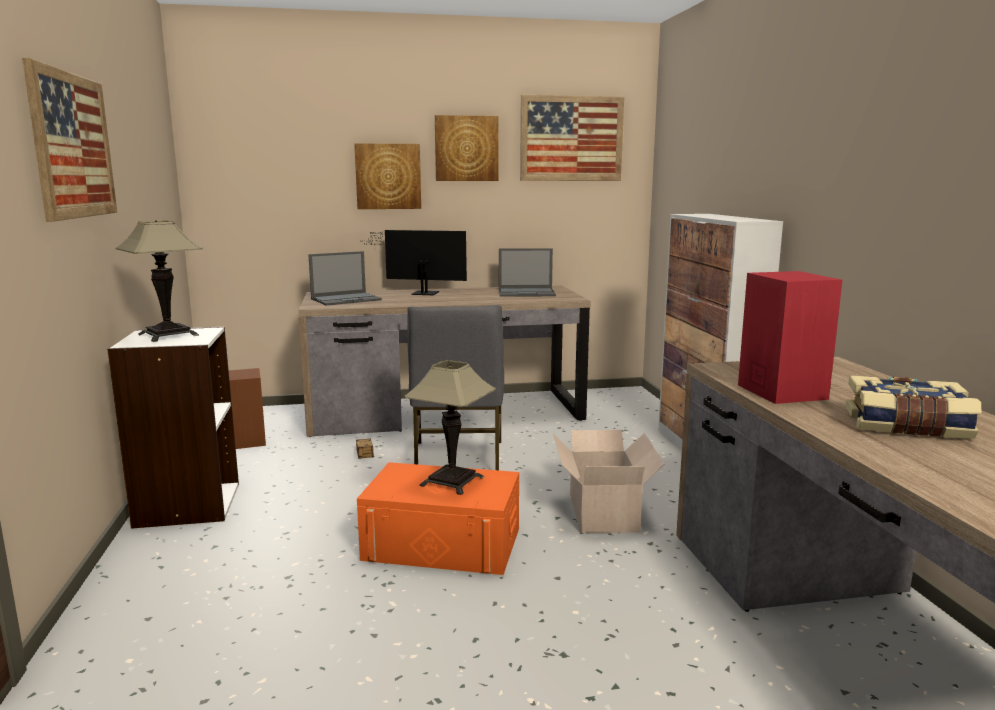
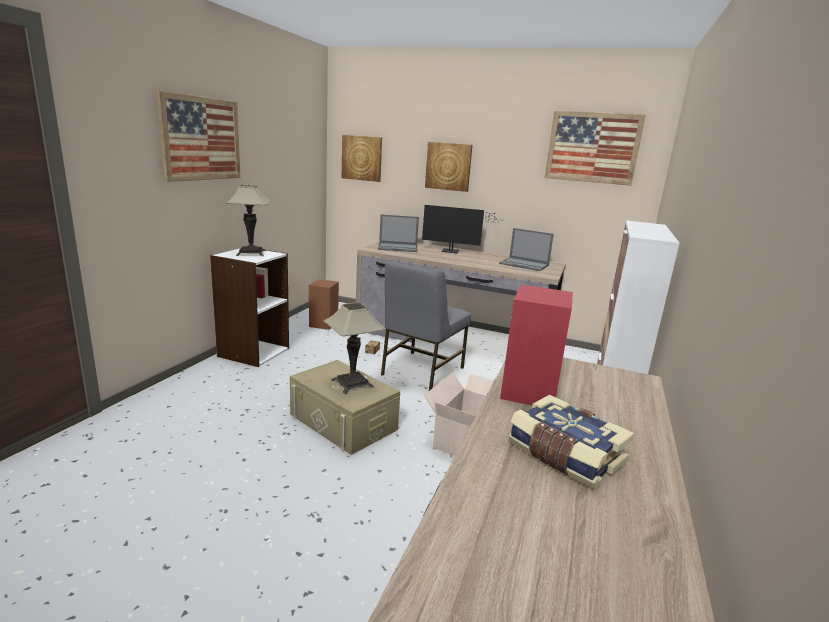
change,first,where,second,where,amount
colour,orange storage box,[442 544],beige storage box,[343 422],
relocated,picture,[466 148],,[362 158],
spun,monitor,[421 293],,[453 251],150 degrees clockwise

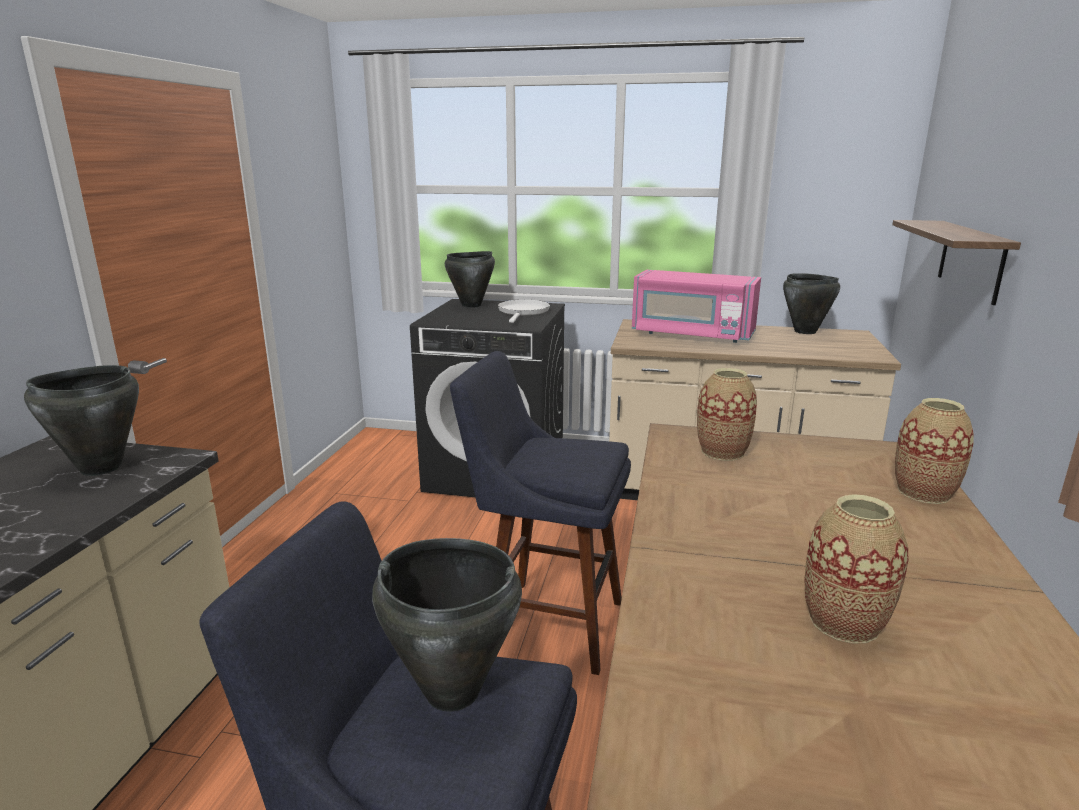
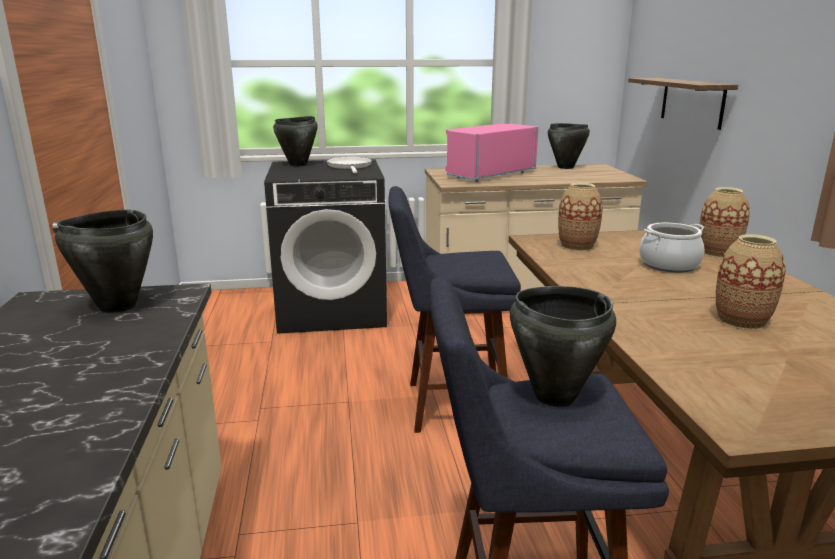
change,first,where,second,where,amount
spun,pink microwave,[691 334],,[490 174],135 degrees clockwise
appeared,,,cooking pot,[668 265],

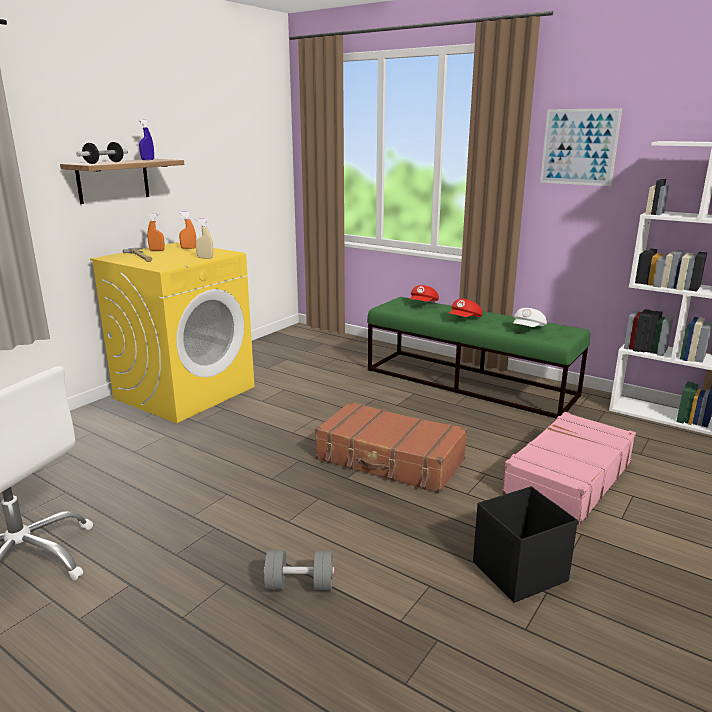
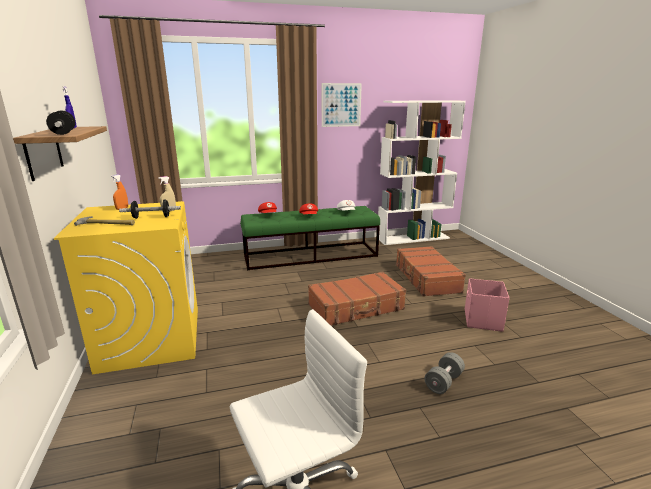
change,first,where,second,where,amount
appeared,,,dumbbell,[151 217],
colour,pink suitcase,[567 479],brown suitcase,[426 278],
colour,black storage box,[518 572],pink storage box,[482 320],
missing,orange spray bottle,[157 250],,,

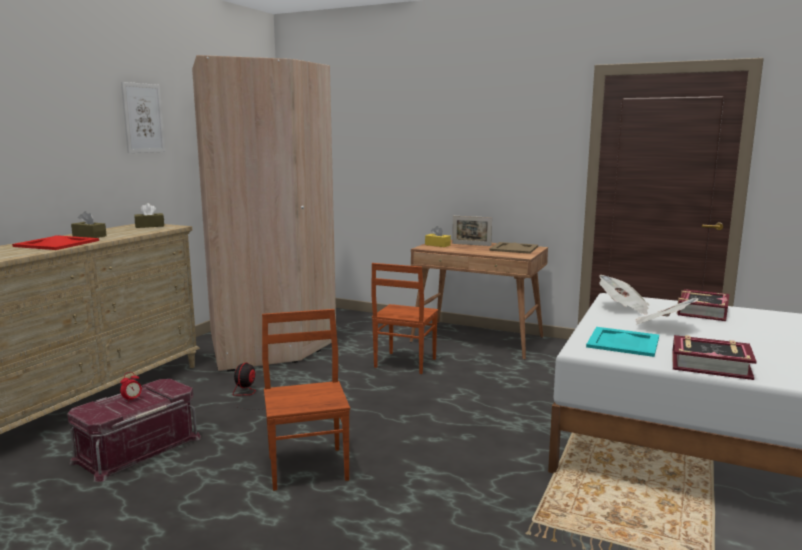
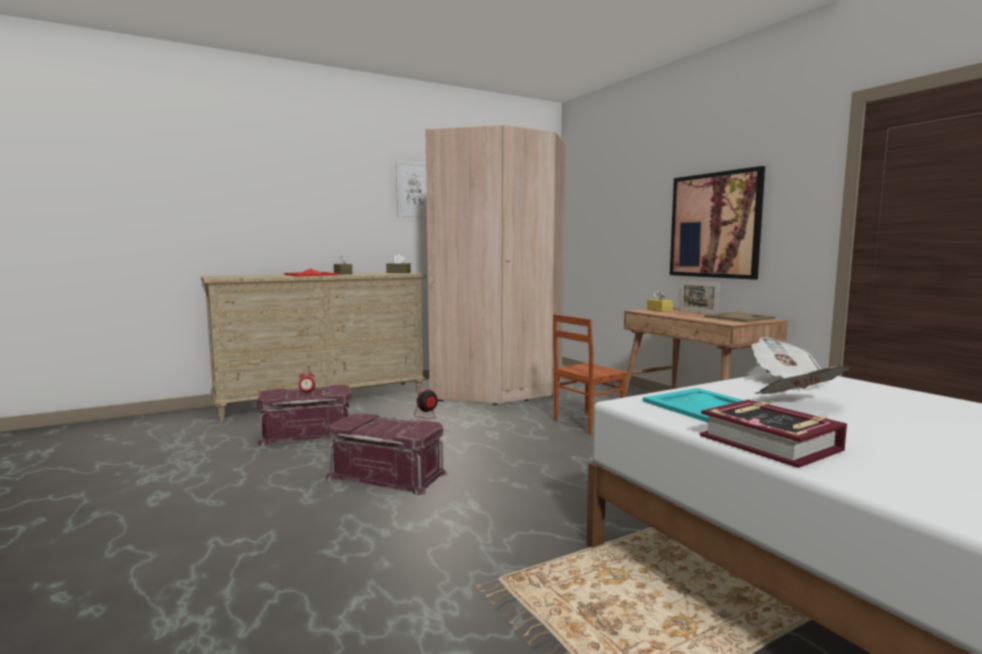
change,first,where,second,where,amount
exchanged,brown chair,[309 467],red storage box,[388 475],
appeared,,,picture,[714 225],
missing,book,[702 311],,,

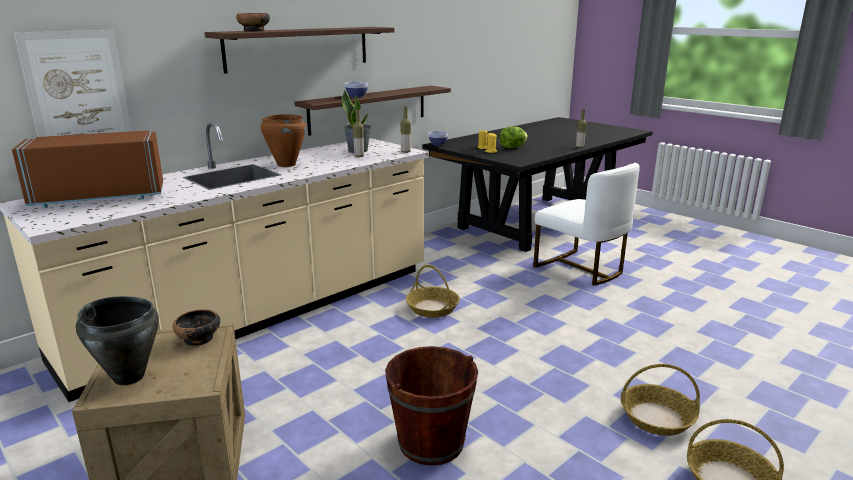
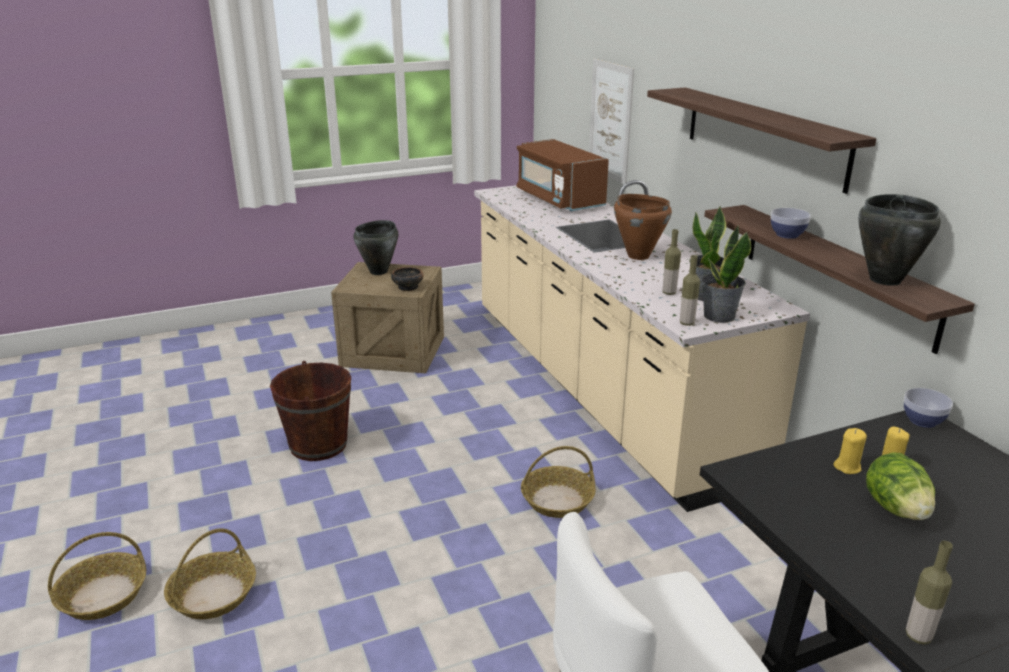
change,first,where,second,where,amount
spun,brown microwave,[100 196],,[559 199],150 degrees clockwise
appeared,,,potted plant,[718 316],
appeared,,,black cooking pot,[884 280],
missing,bowl,[254 31],,,

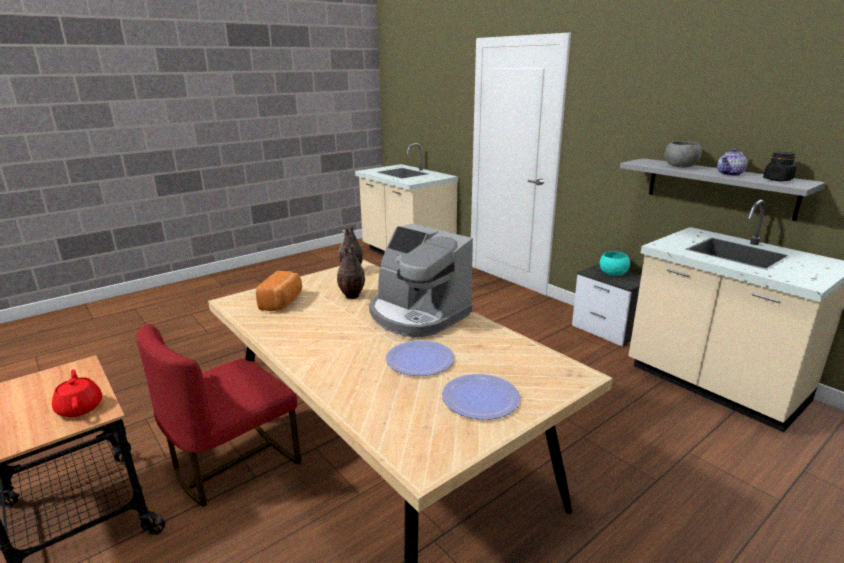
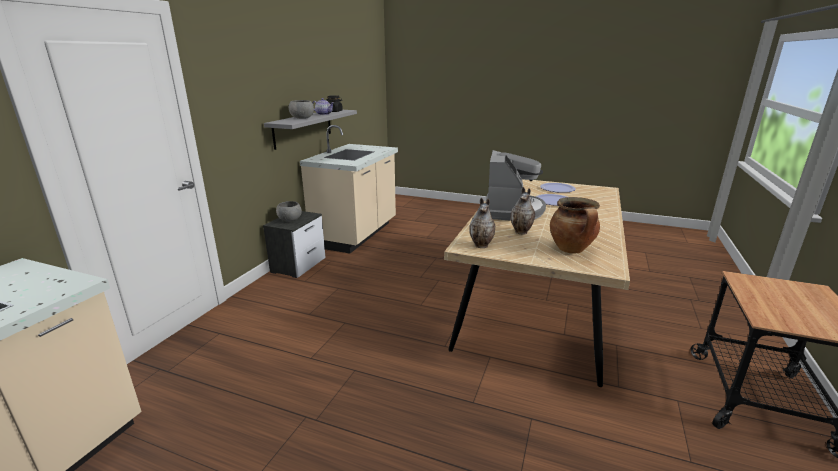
change,first,where,second,where,amount
colour,turquoise bowl,[613 273],grey bowl,[289 219],
exchanged,bread,[283 302],cooking pot,[572 250],
missing,red teapot,[80 407],,,
missing,red chair,[234 463],,,

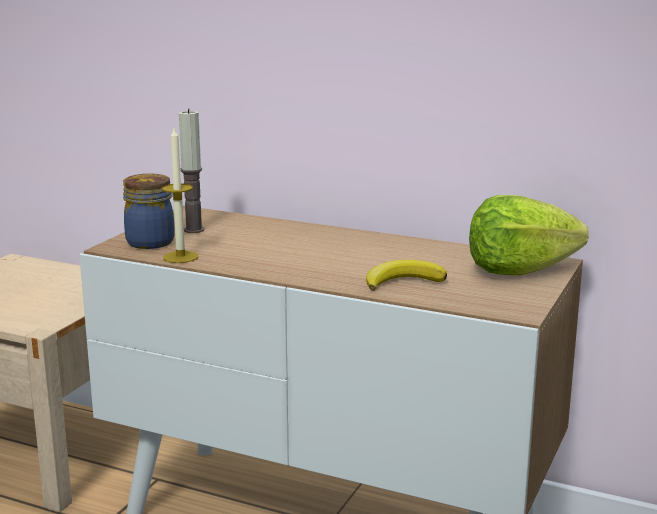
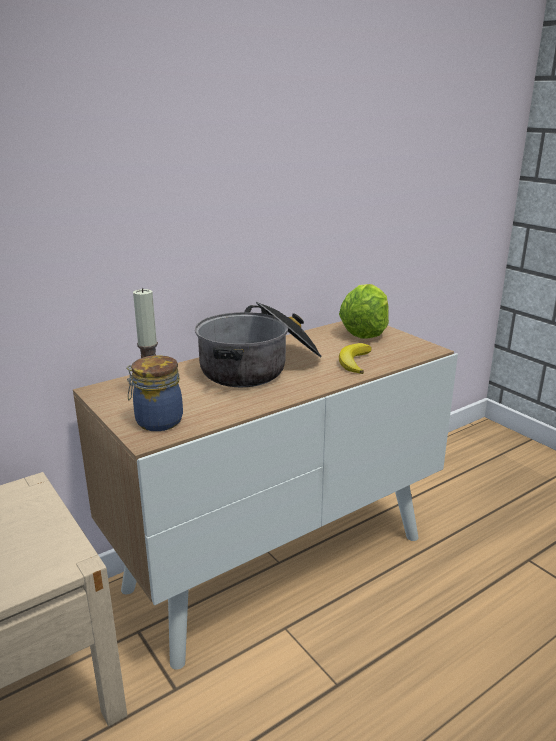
change,first,where,second,where,amount
appeared,,,cooking pot,[260 367],
missing,candle,[180 257],,,

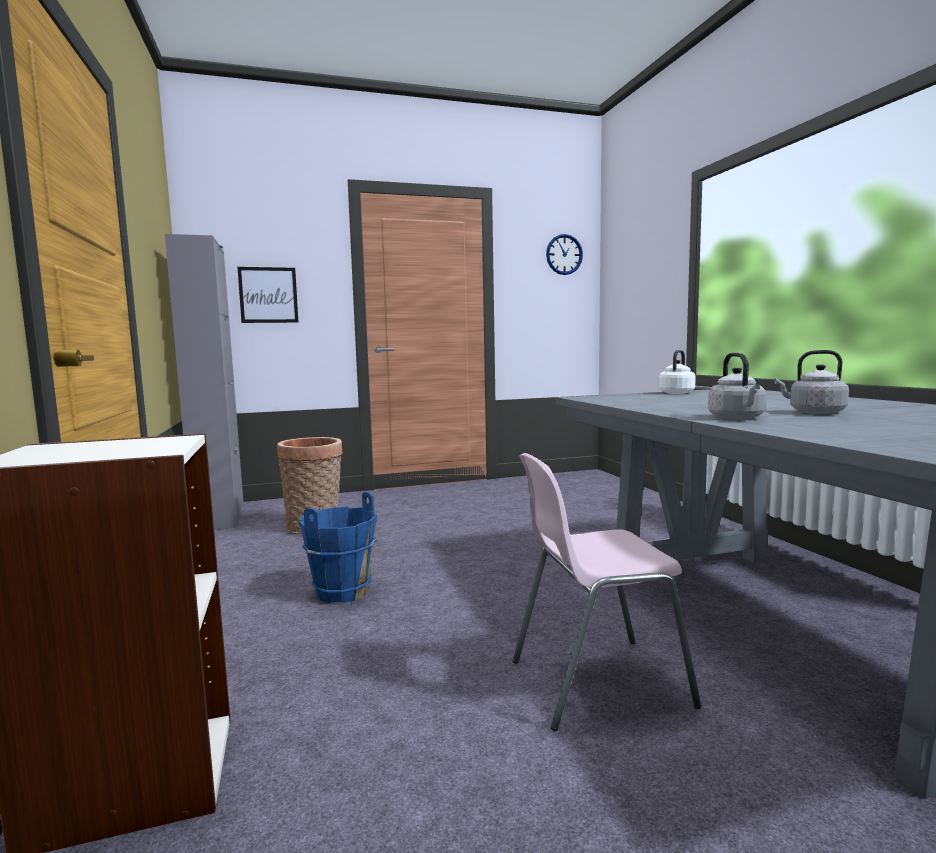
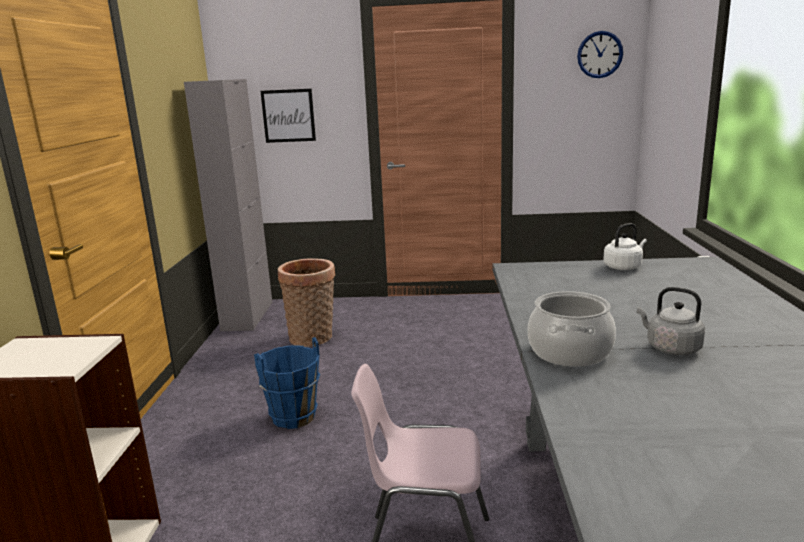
change,first,where,second,where,amount
exchanged,grey kettle,[737 418],cooking pot,[570 352],

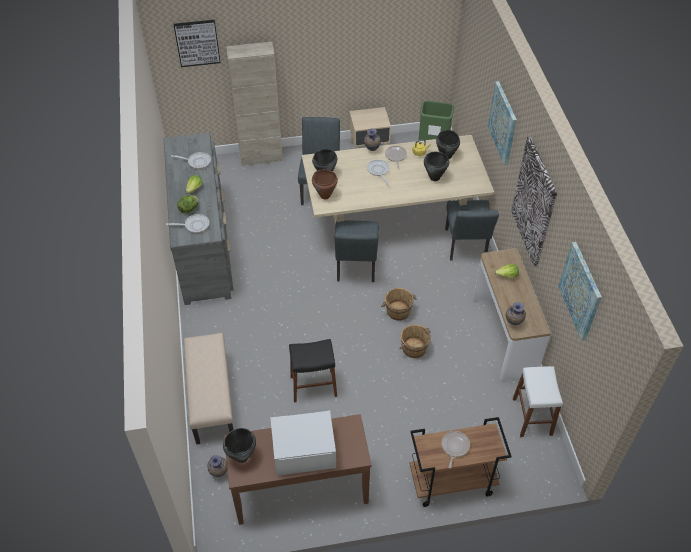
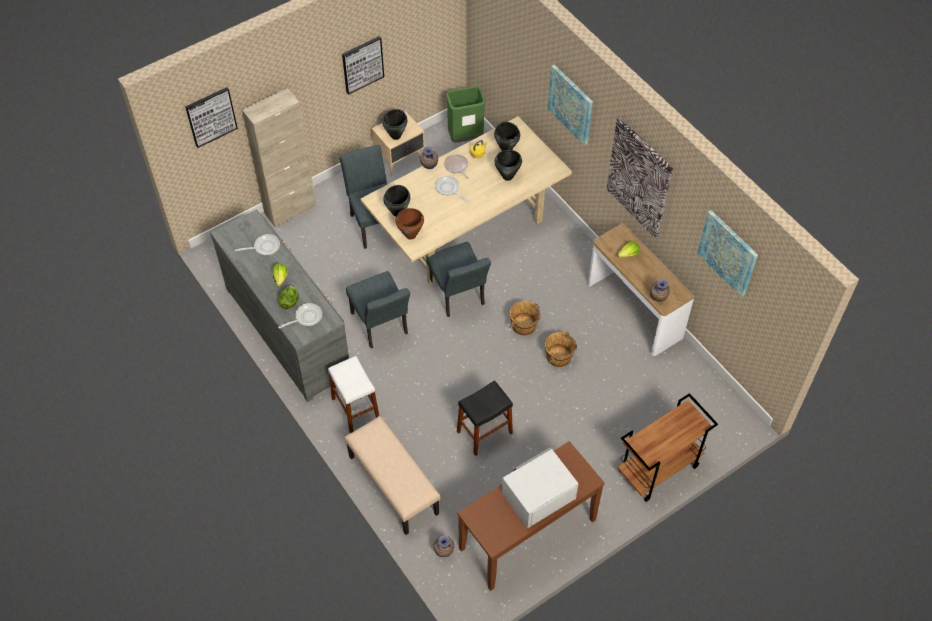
change,first,where,second,where,amount
relocated,white stool,[532 416],,[355 409],
appeared,,,picture,[362 64],
relocated,grey chair,[466 247],,[381 327],
relocated,black cooking pot,[242 457],,[396 136],
missing,frying pan,[454 447],,,

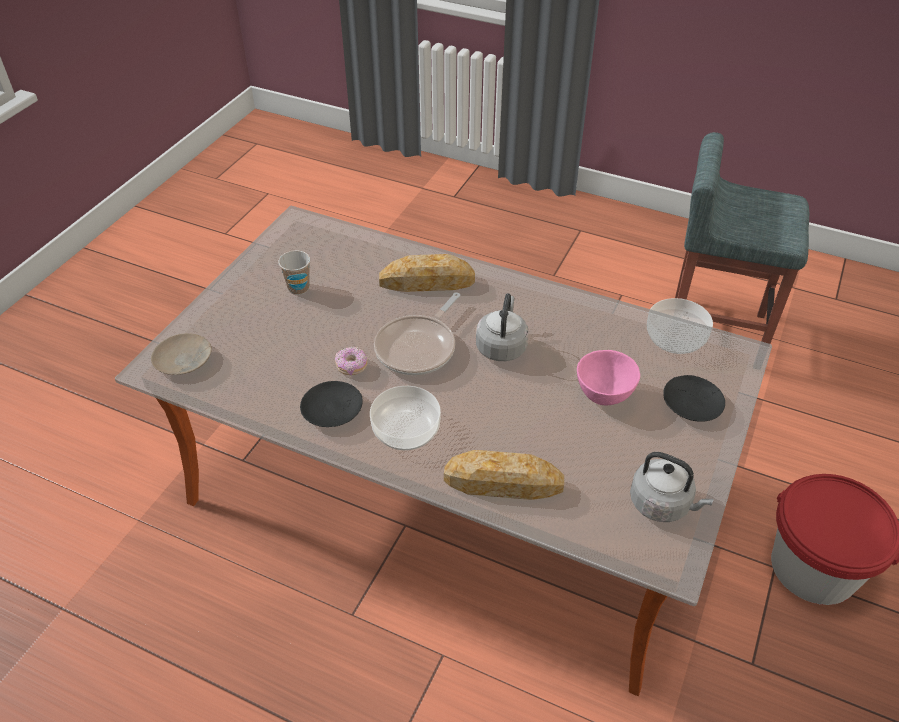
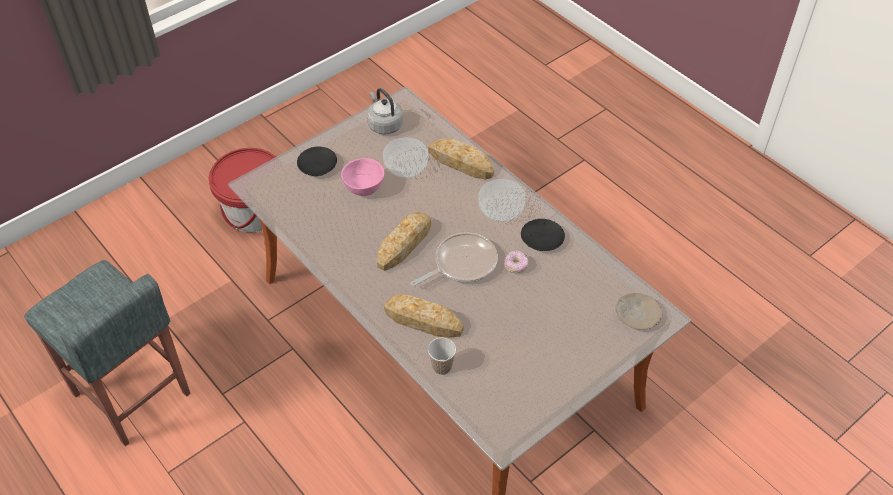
change,first,where,second,where,amount
exchanged,grey kettle,[501 346],bread,[404 244],
relocated,bowl,[675 339],,[406 166],
relocated,cup,[298 288],,[442 367],

